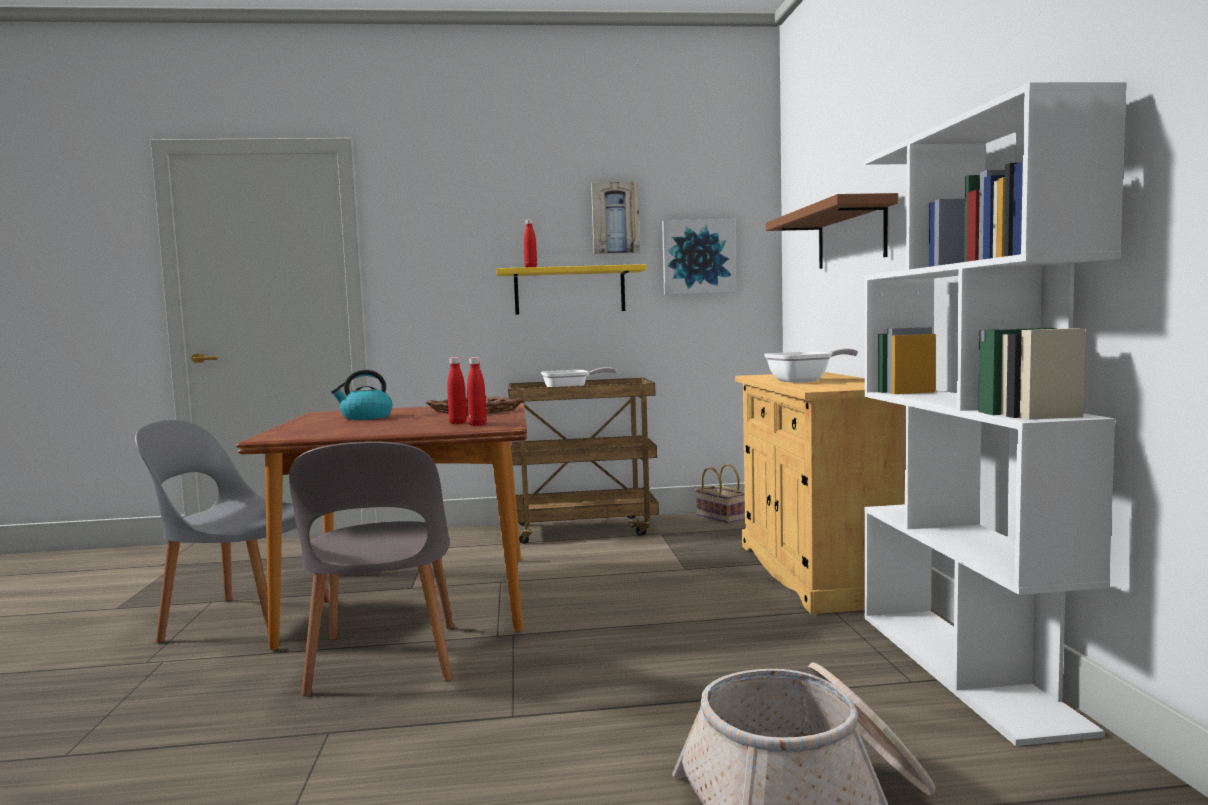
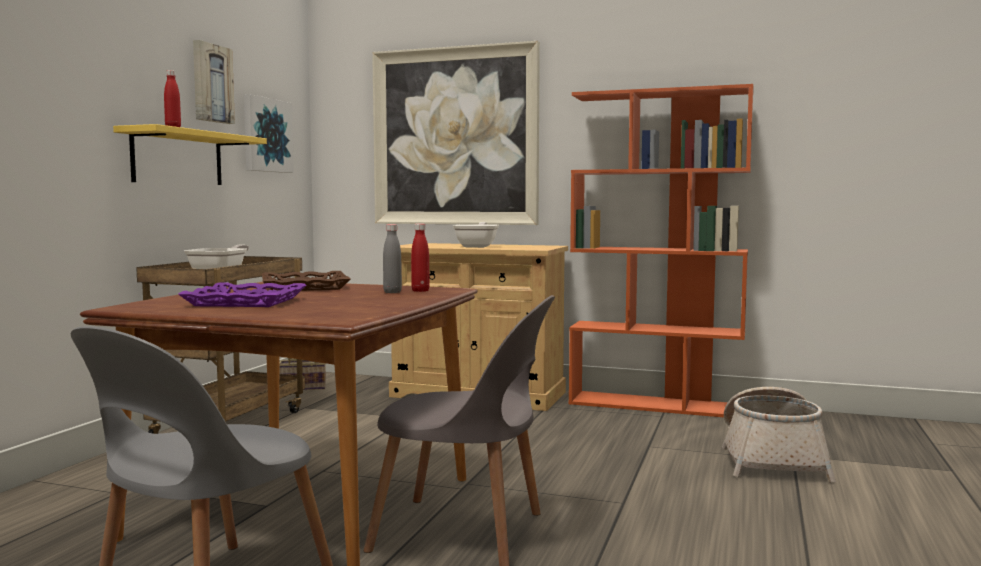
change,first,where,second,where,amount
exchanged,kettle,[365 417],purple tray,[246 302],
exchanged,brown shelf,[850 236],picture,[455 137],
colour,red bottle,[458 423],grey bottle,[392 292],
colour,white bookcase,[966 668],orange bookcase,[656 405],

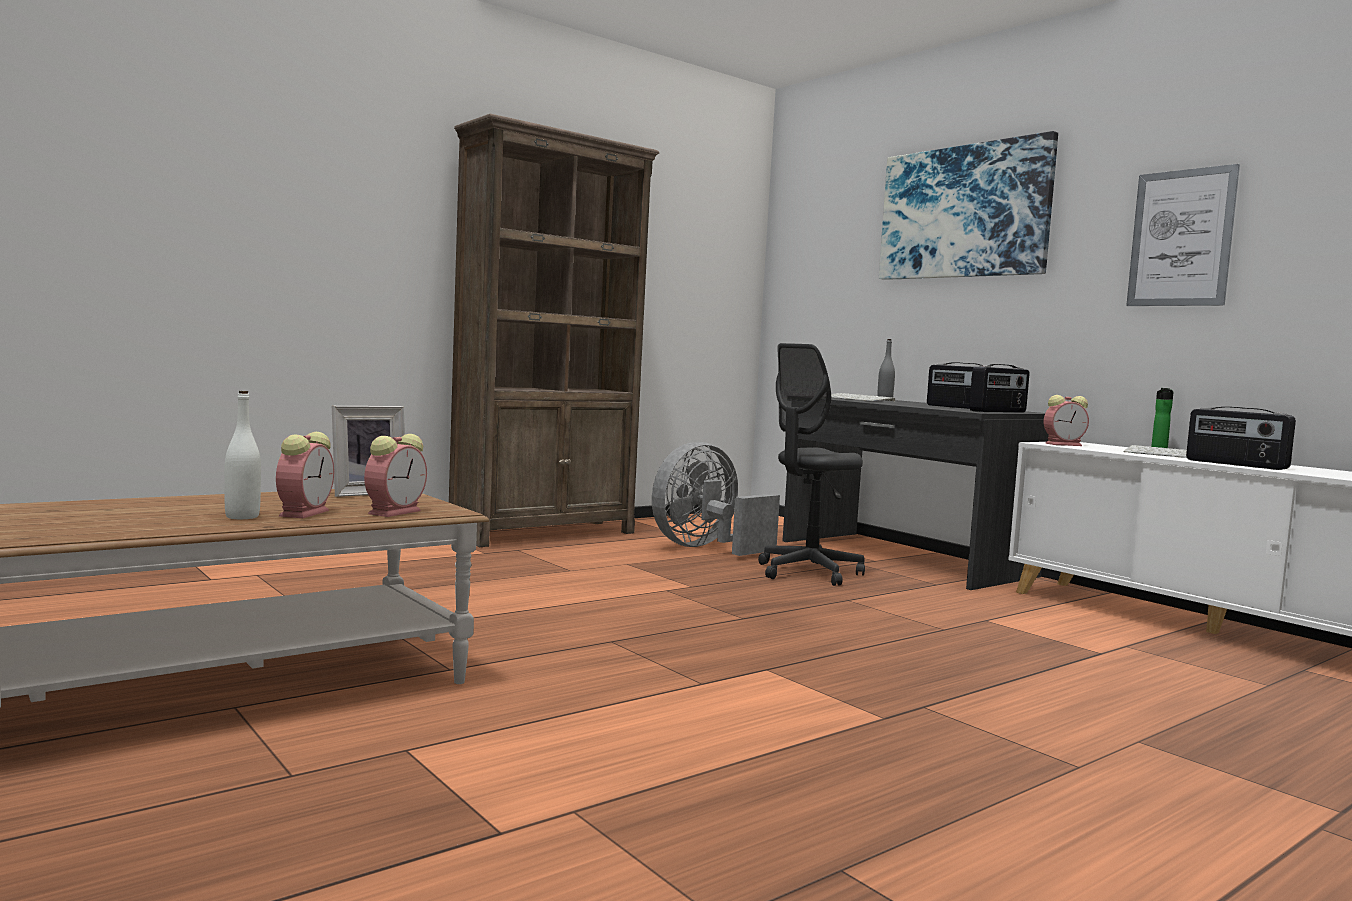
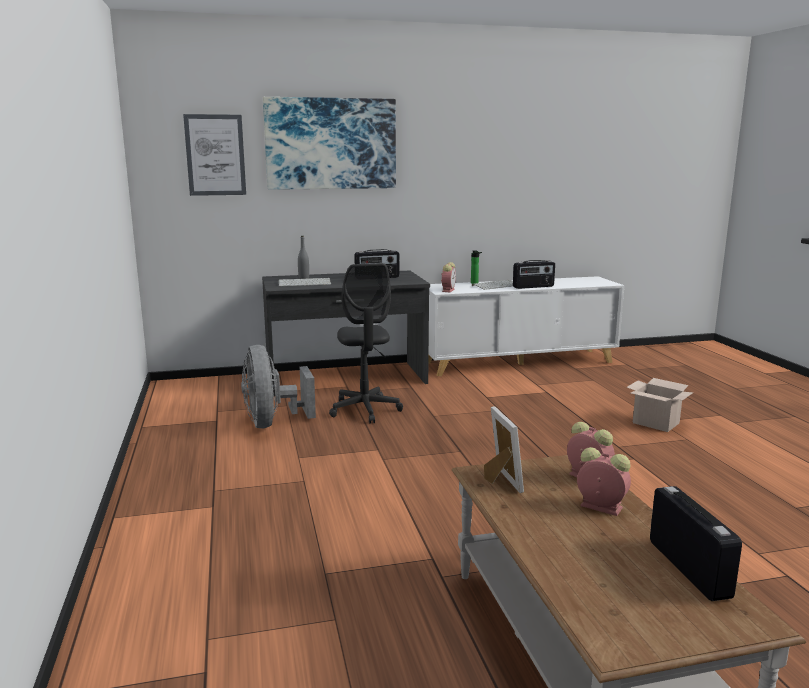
change,first,where,second,where,amount
relocated,picture,[1181 238],,[215 155],
appeared,,,cardboard box,[654 423],
relocated,radio,[998 411],,[689 568],
missing,white bottle,[242 517],,,
missing,brown bookcase,[544 533],,,

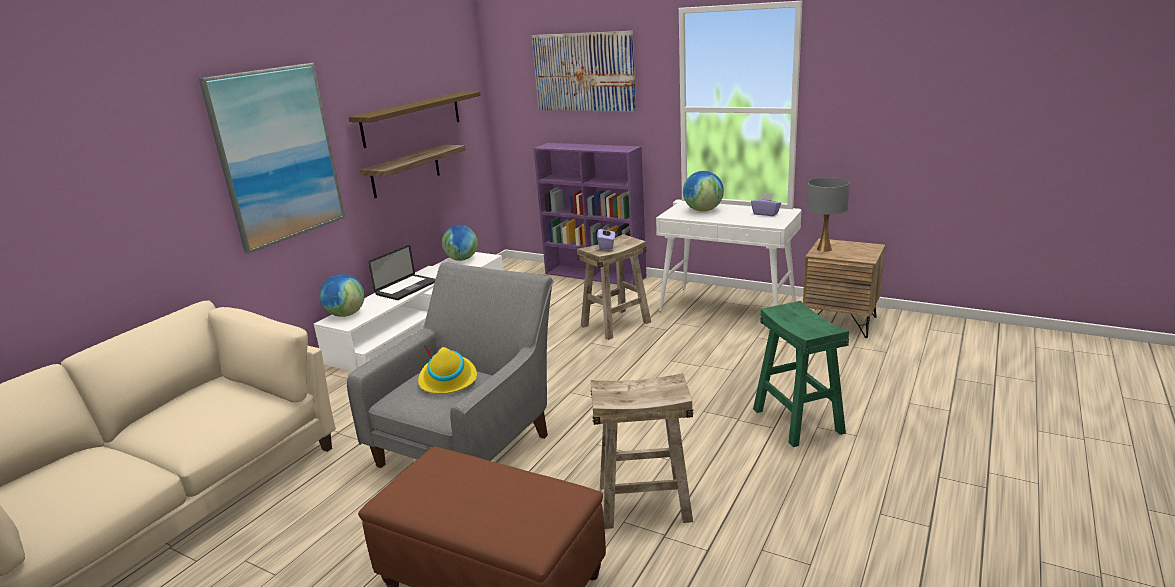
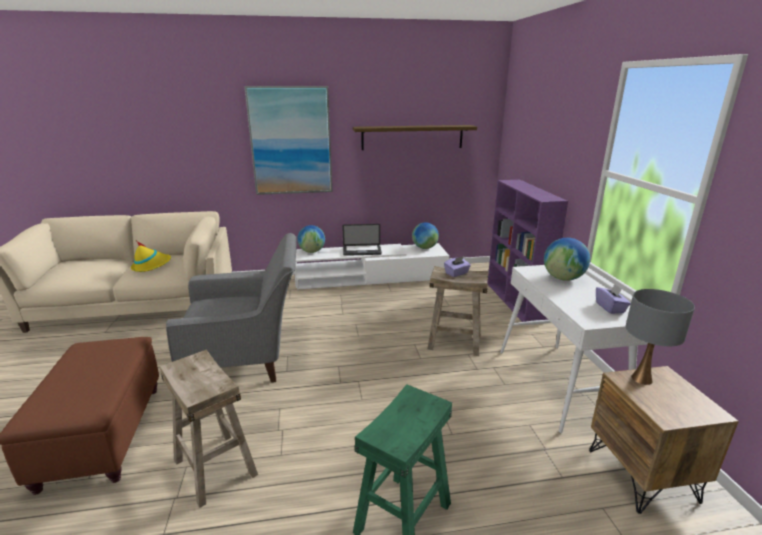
change,first,where,second,where,amount
relocated,yellow hat,[448 379],,[151 266],
missing,shelf,[405 171],,,
missing,picture,[584 72],,,

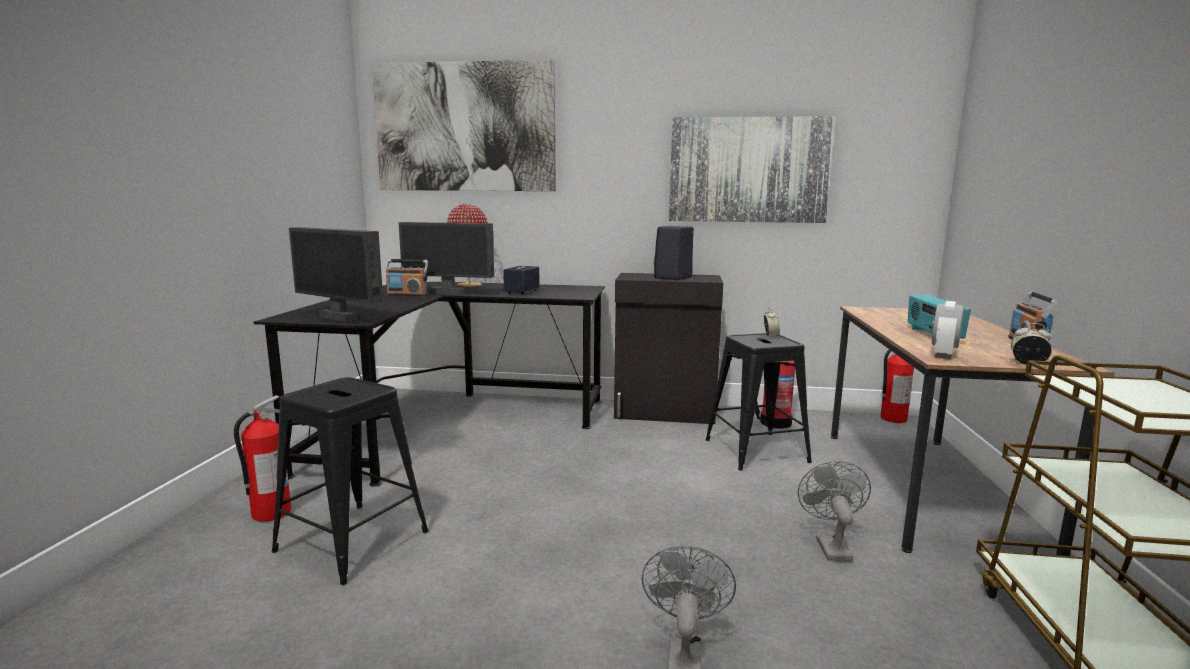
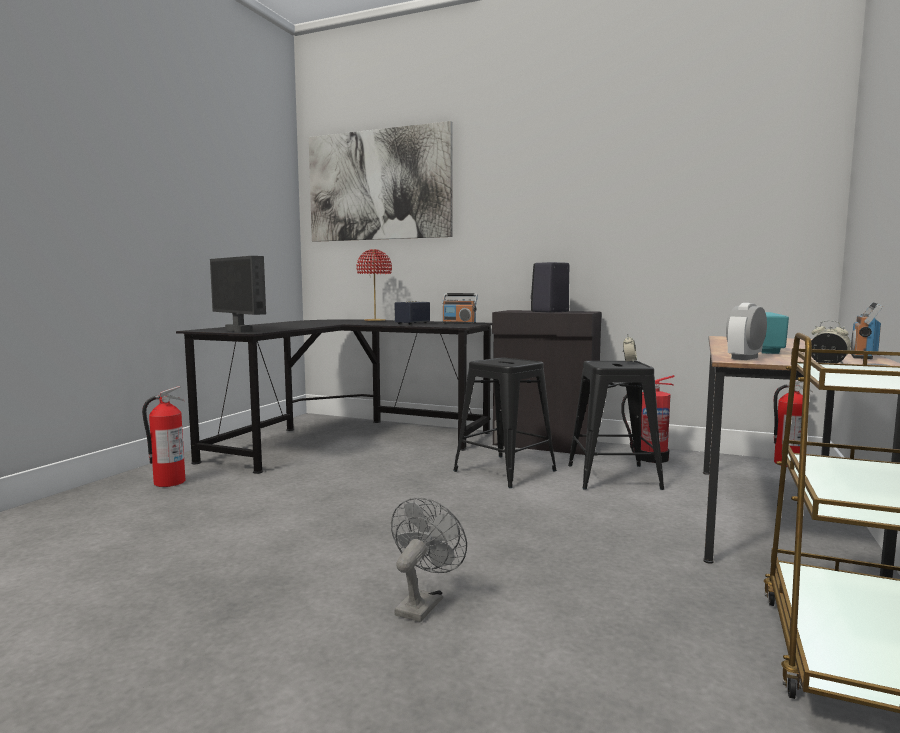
change,first,where,second,where,amount
relocated,radio,[407 295],,[459 323],
relocated,black stool,[353 541],,[505 471],
missing,monitor,[449 292],,,
missing,picture,[748 170],,,
missing,grey fan,[830 546],,,

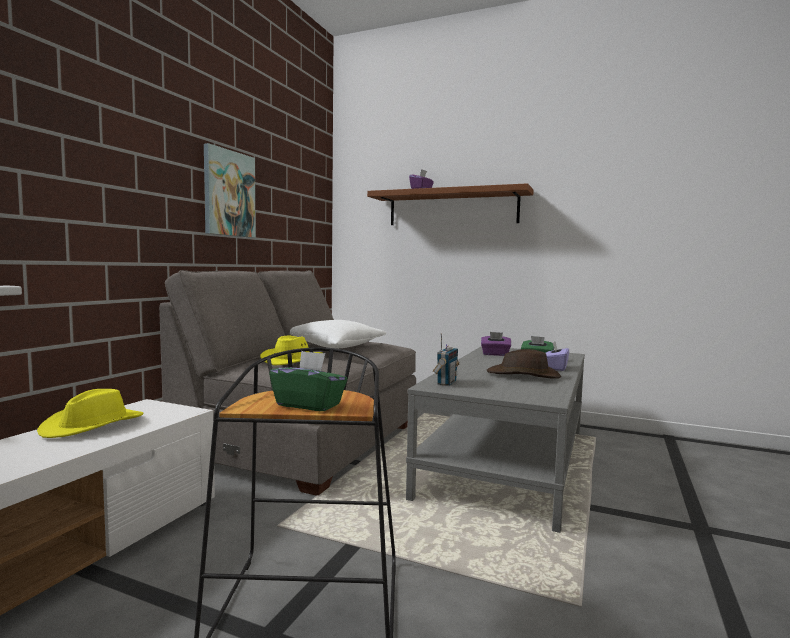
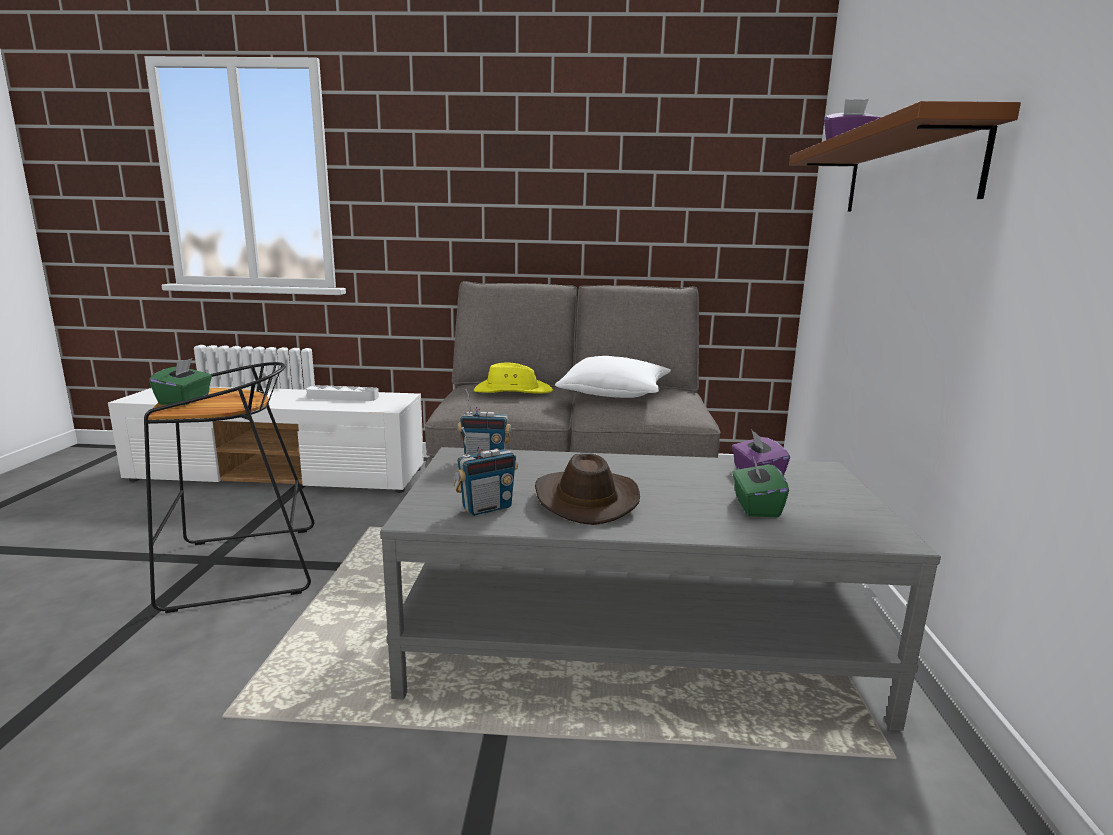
change,first,where,second,where,amount
exchanged,yellow hat,[93 425],white tray,[343 397],
appeared,,,radio,[486 508],
missing,picture,[228 193],,,
missing,purple tissue box,[556 368],,,

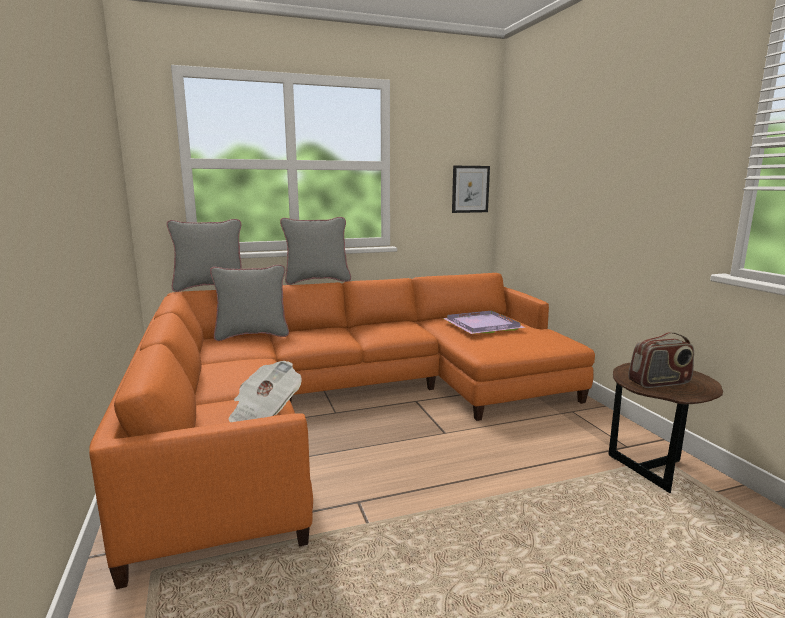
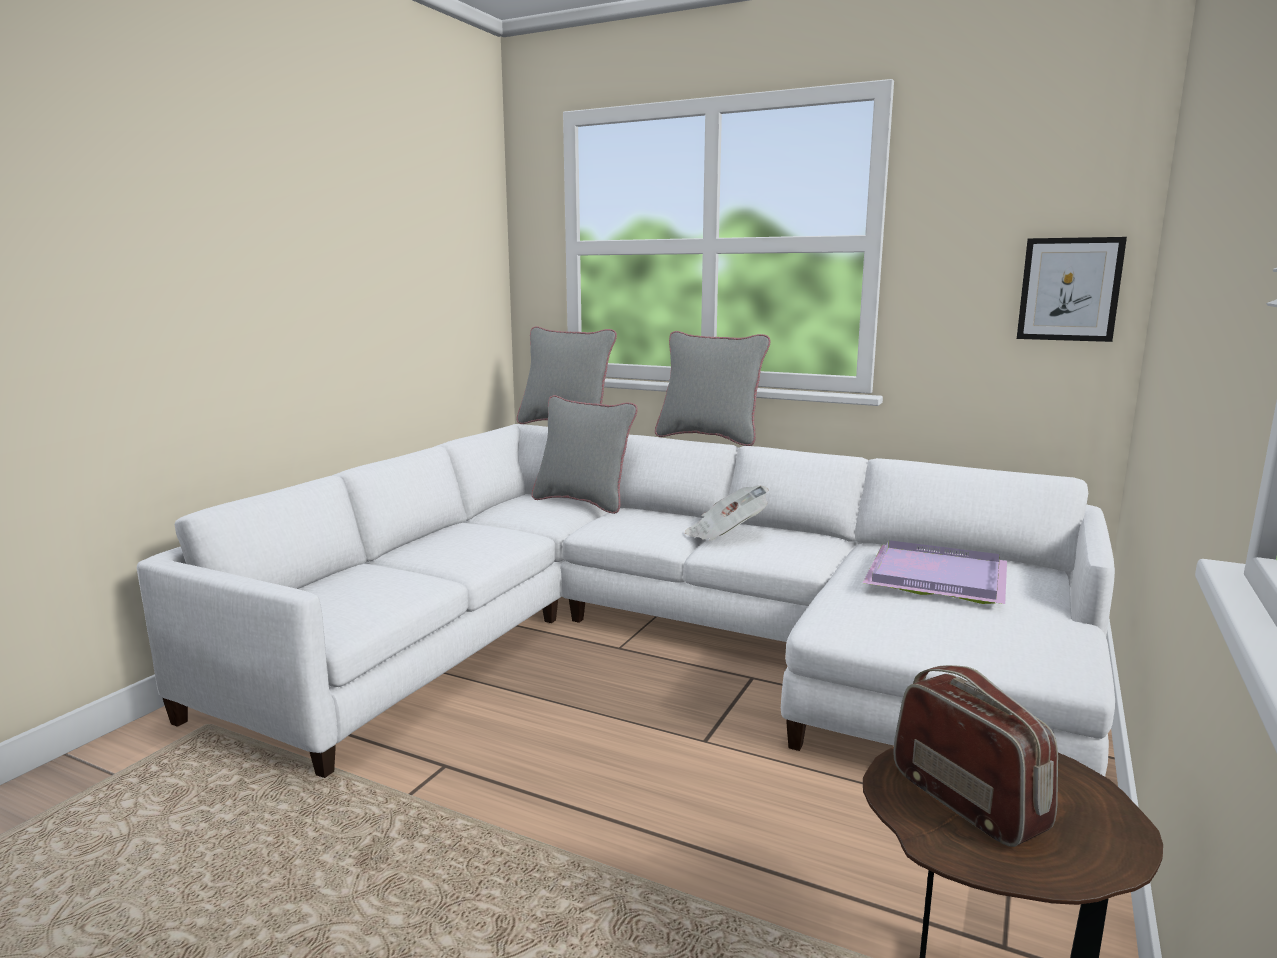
change,first,where,second,where,amount
colour,orange sofa,[351 403],white sofa,[660 644],
relocated,newspaper,[264 411],,[726 534],
spun,radio,[659 382],,[968 801],150 degrees counterclockwise

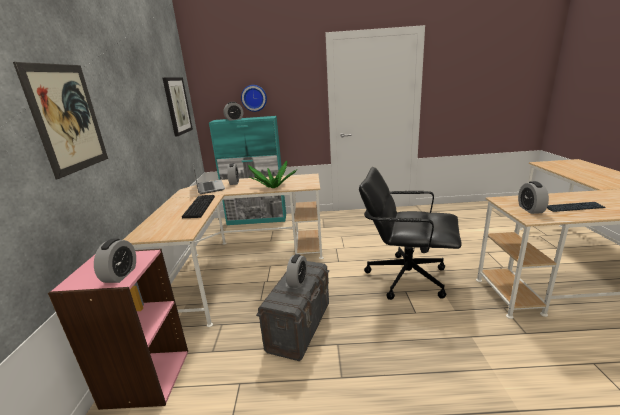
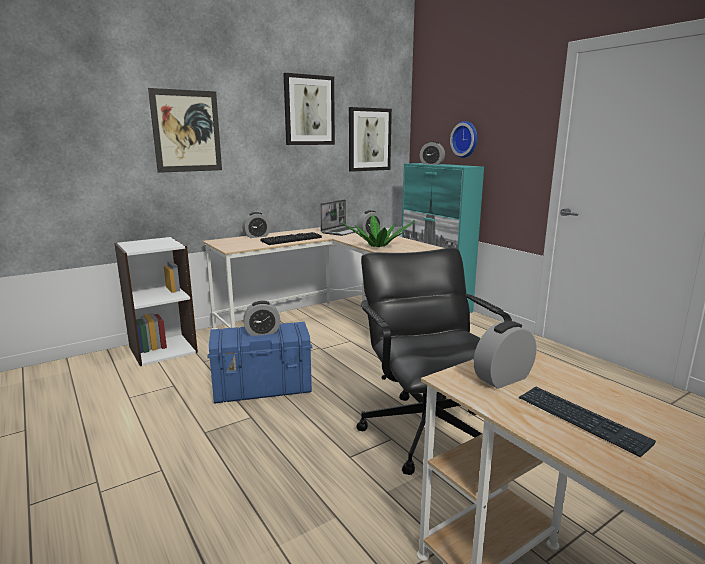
change,first,where,second,where,amount
colour,pink bookcase,[146 378],white bookcase,[163 349],
colour,grey storage box,[300 326],blue storage box,[263 388],
relocated,alarm clock,[120 275],,[257 236],
appeared,,,picture,[309 110],

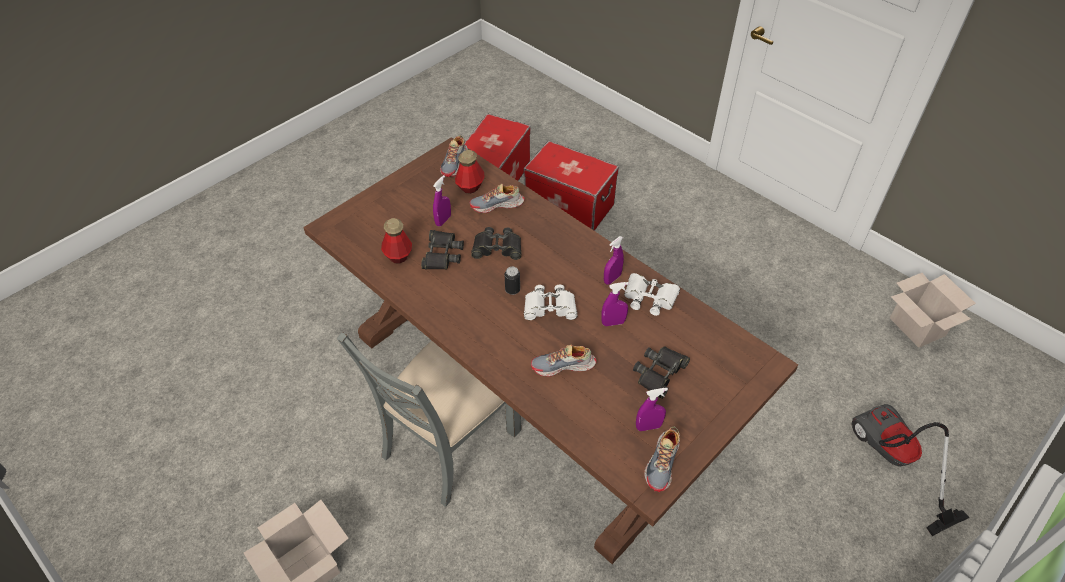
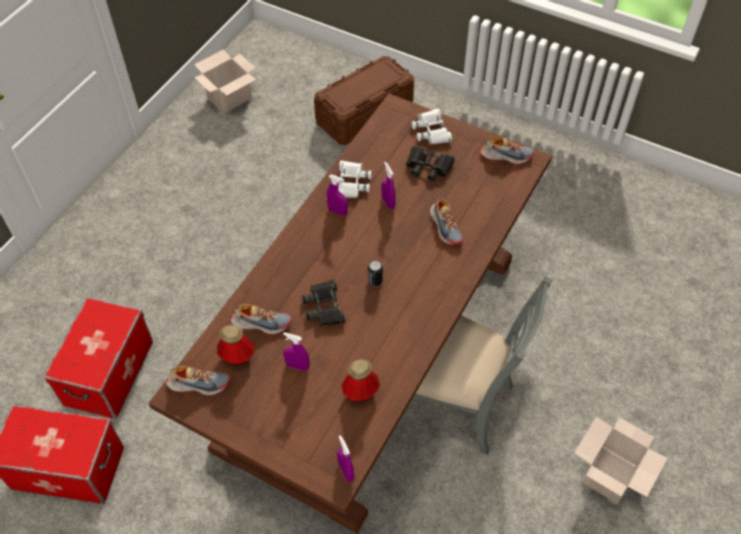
change,first,where,second,where,amount
spun,shoe,[497 205],,[261 323],60 degrees counterclockwise
exchanged,vacuum cleaner,[892 462],brown storage box,[364 114],
relocated,purple spray bottle,[648 426],,[346 471],
relocated,white binoculars,[550 307],,[431 131],
missing,black binoculars,[442 254],,,

